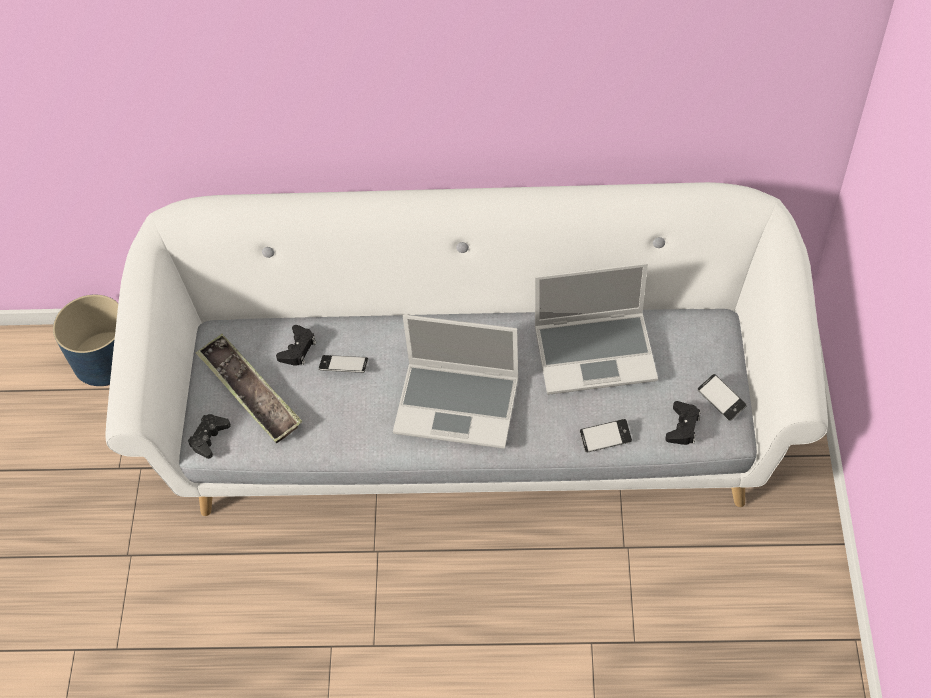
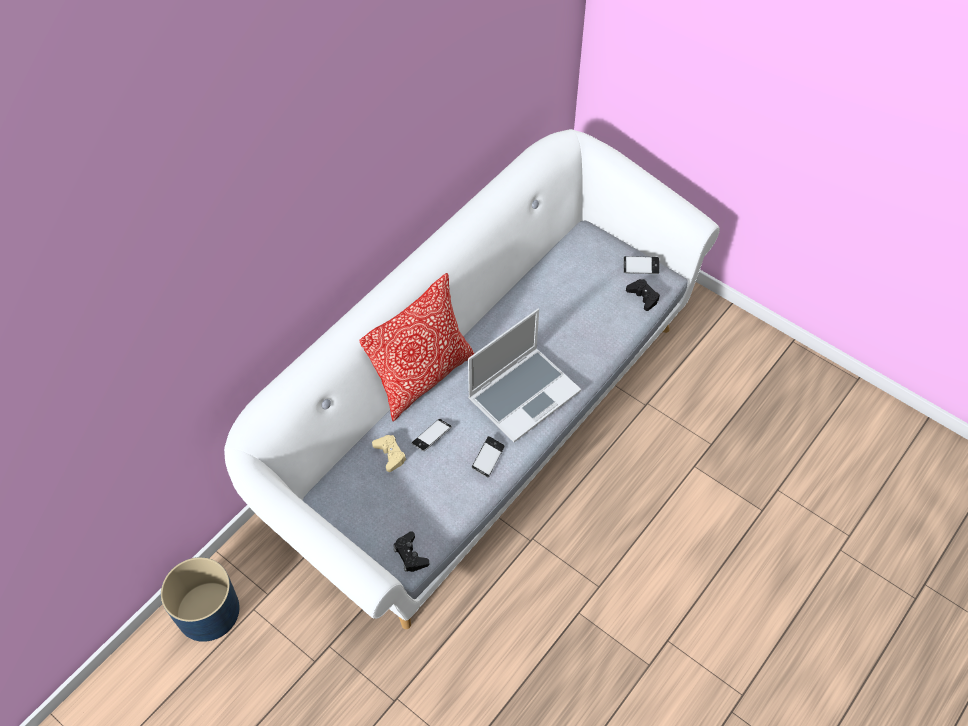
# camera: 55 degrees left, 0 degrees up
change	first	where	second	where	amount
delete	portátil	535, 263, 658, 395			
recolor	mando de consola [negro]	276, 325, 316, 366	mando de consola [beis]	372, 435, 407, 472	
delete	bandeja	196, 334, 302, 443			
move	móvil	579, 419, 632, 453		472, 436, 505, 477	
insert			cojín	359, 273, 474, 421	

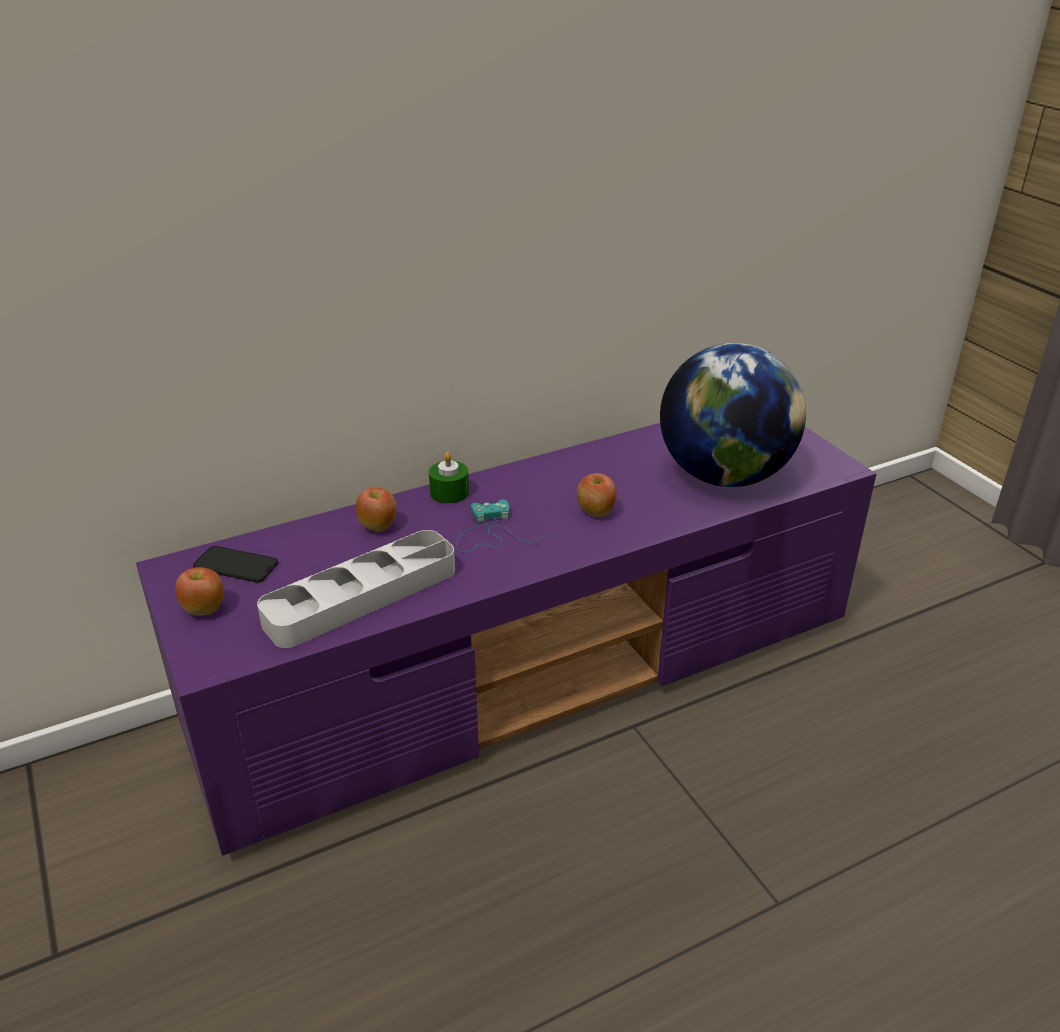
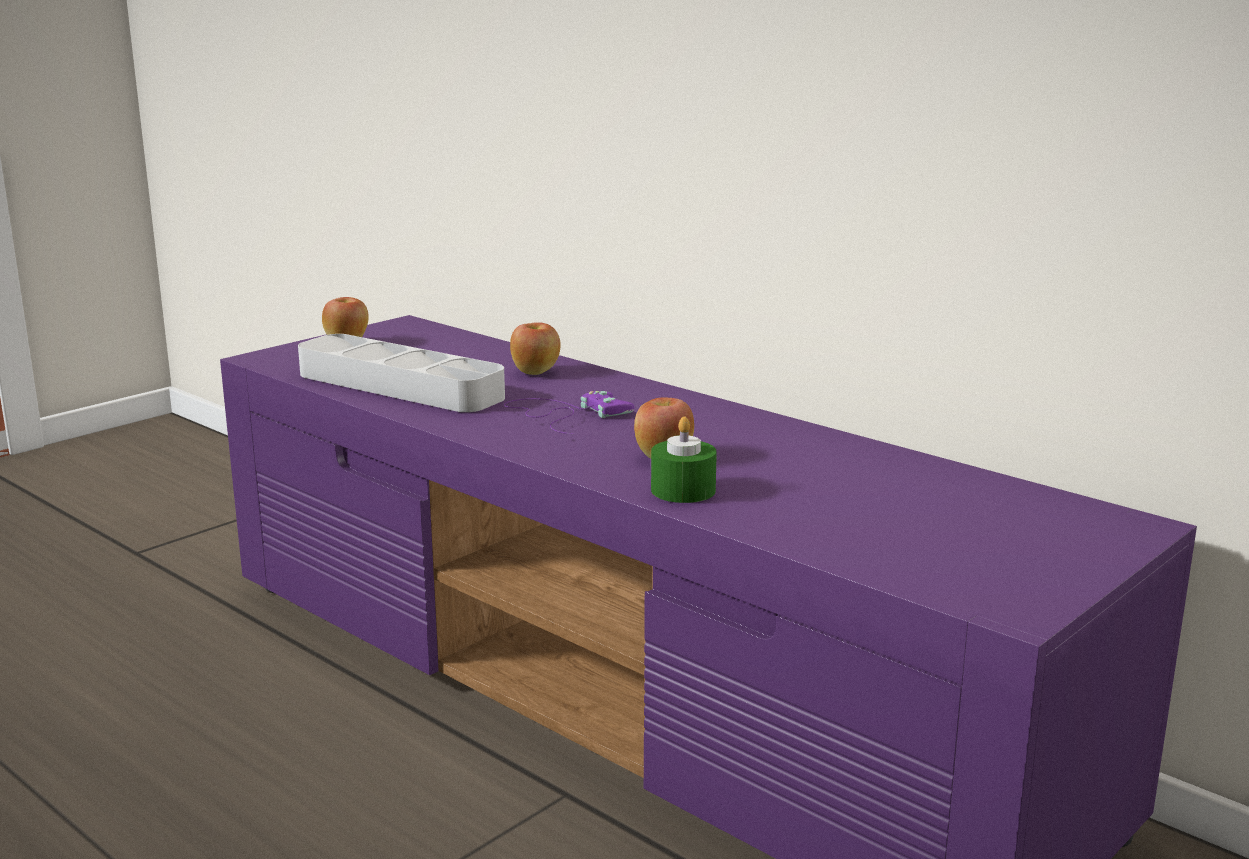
# camera: 70 degrees right, 15 degrees down
change	first	where	second	where	amount
delete	globo terráqueo	660, 343, 806, 487			
move	vela [verde]	429, 452, 469, 504		651, 417, 717, 503	
recolor	mando de consola [turquesa]	456, 499, 547, 552	mando de consola [morado]	504, 391, 634, 434	
delete	móvil	193, 546, 278, 582			

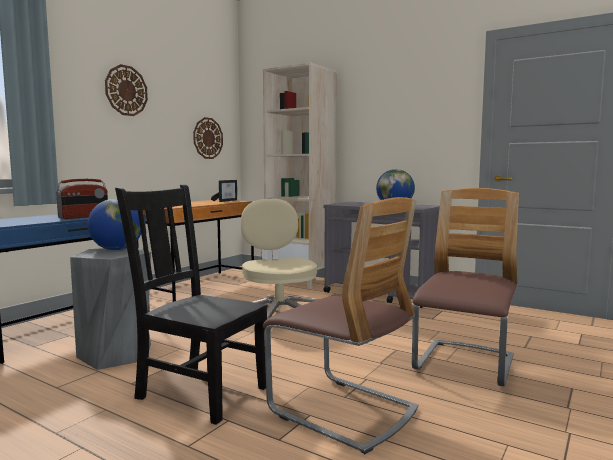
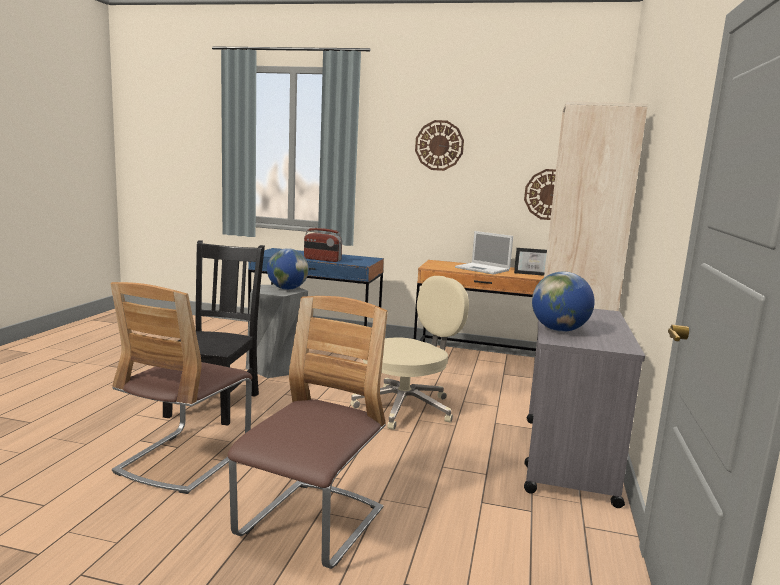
# camera: 70 degrees right, 5 degrees up
change	first	where	second	where	amount
rotate	silla	412, 188, 519, 387		227, 296, 388, 569	75 degrees counterclockwise
insert			portátil	455, 231, 513, 275	

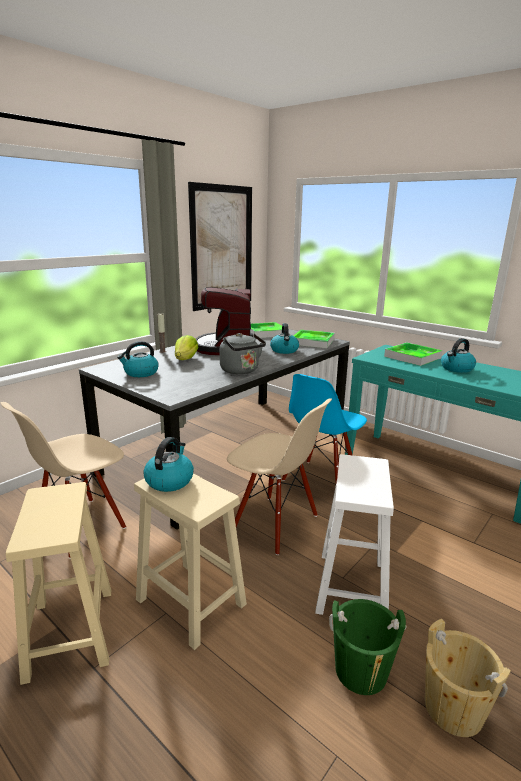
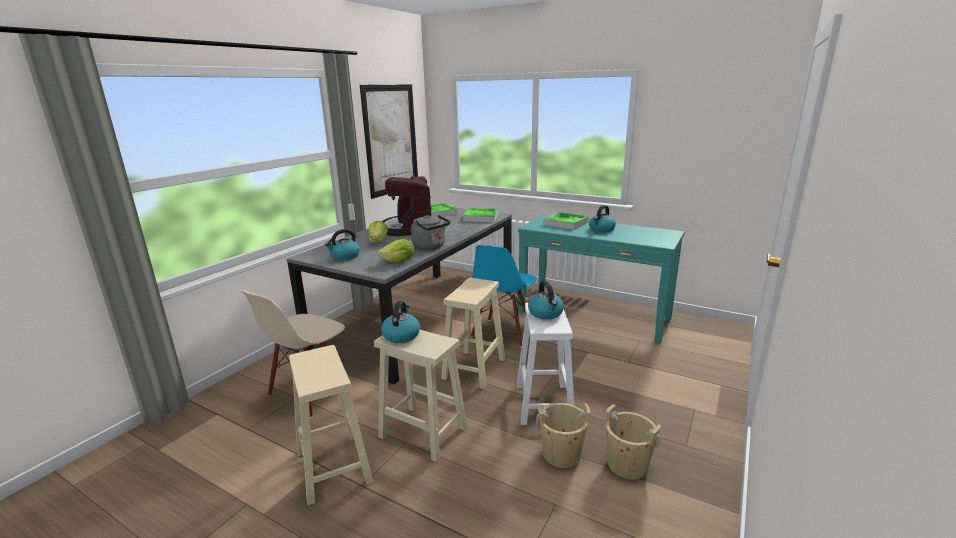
# camera: 10 degrees left, 0 degrees up
change	first	where	second	where	amount
move	hervidor	270, 323, 299, 354		528, 281, 564, 319	
replace	silla [beis]	227, 398, 332, 555	taburete [beis]	441, 278, 505, 389	
recolor	cubo [verde]	329, 599, 407, 695	cubo [beis]	536, 403, 591, 468	
insert			lechuga	377, 239, 414, 262	

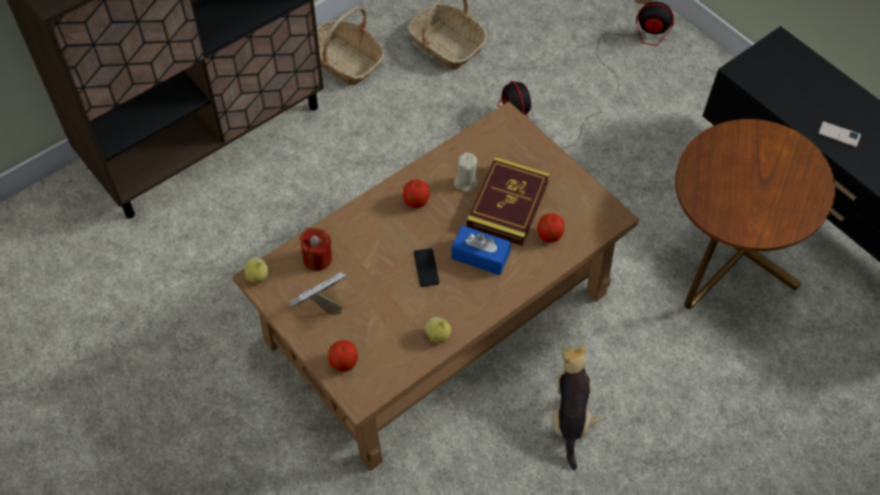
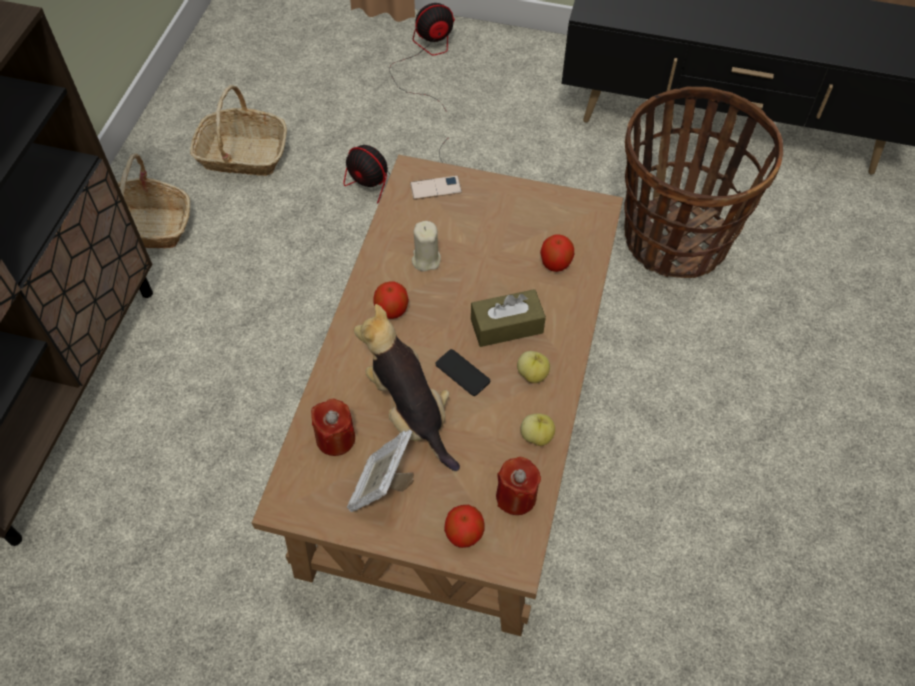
# camera: 35 degrees left, 0 degrees up
change	first	where	second	where	amount
replace	mesa auxiliar [marrón]	675, 119, 835, 309	cesta	624, 87, 783, 278	
move	móvil	818, 121, 861, 147		410, 176, 462, 200	
delete	libro	467, 157, 550, 246			
recolor	caja de pañuelos [azul]	451, 225, 511, 275	caja de pañuelos [marrón]	471, 289, 546, 347	
move	manzana	245, 257, 269, 283		517, 351, 550, 383	
move	peluche	552, 342, 599, 470		354, 304, 460, 471	
insert			vela [rojo]	496, 457, 541, 515	

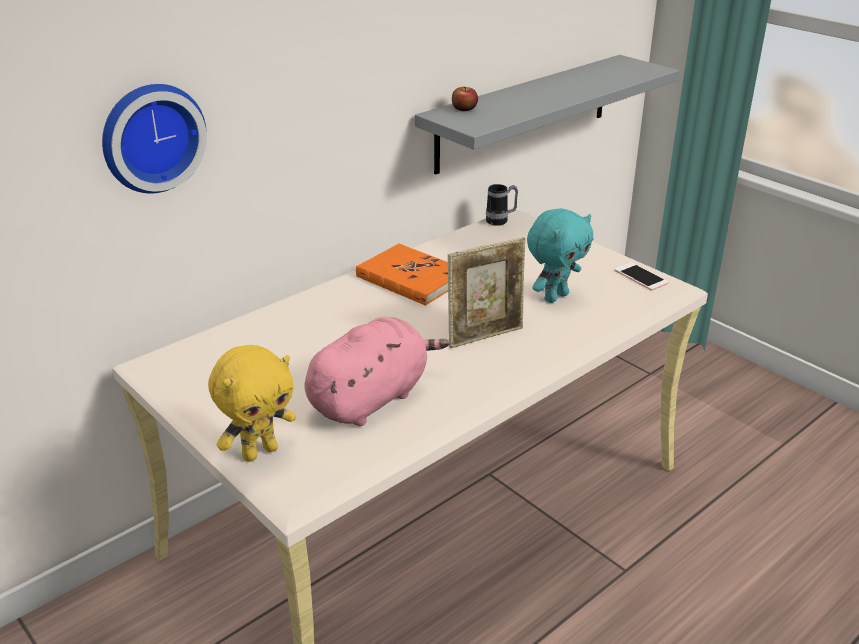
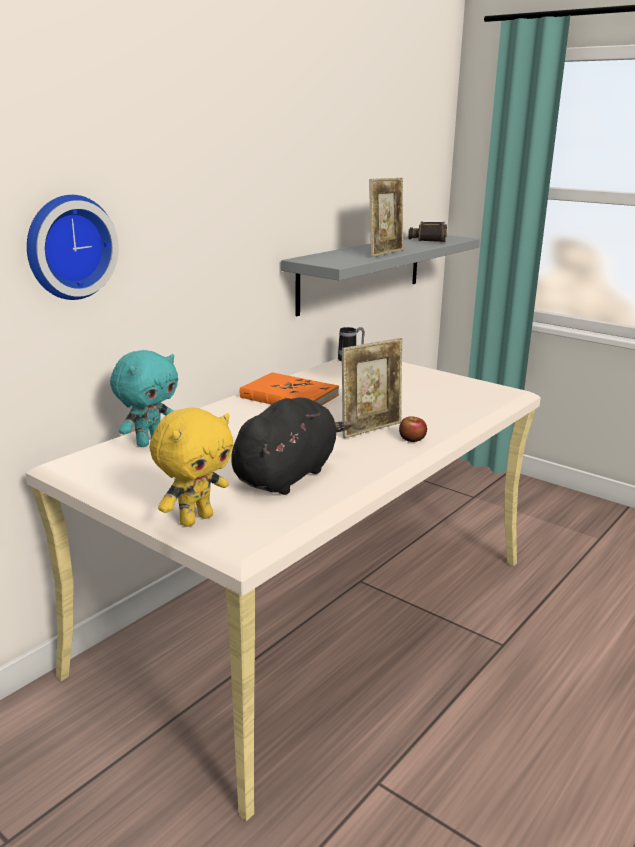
# camera: 10 degrees left, 10 degrees down
change	first	where	second	where	amount
move	manzana	452, 87, 478, 111		399, 416, 427, 442	
move	peluche [turquesa]	527, 208, 593, 303		110, 350, 178, 447	
delete	móvil	614, 262, 668, 291			
recolor	peluche [rosa]	305, 317, 450, 426	peluche [negro]	231, 398, 352, 495	
insert			portarretratos	369, 178, 404, 257	
insert			prismáticos	408, 222, 447, 242	

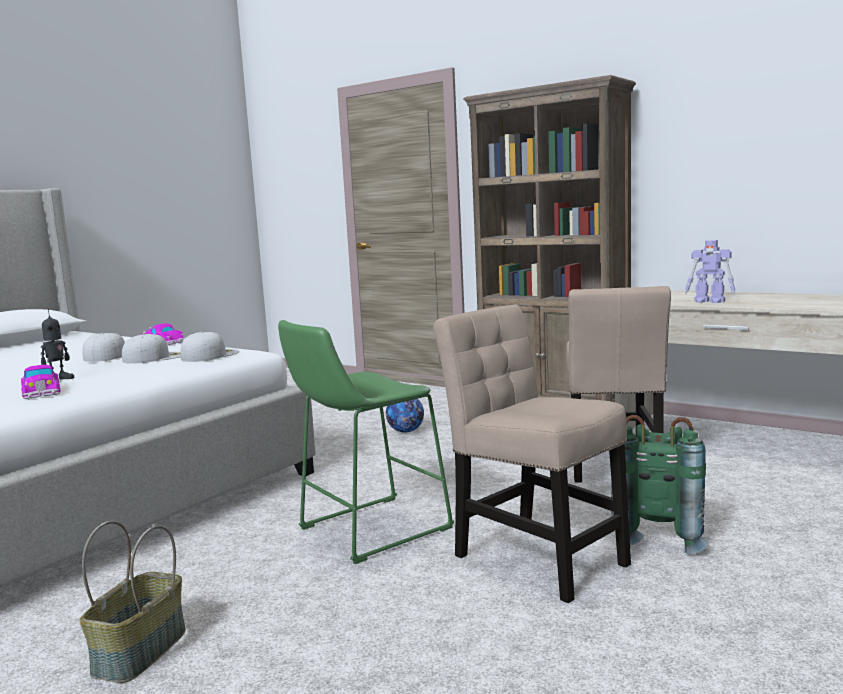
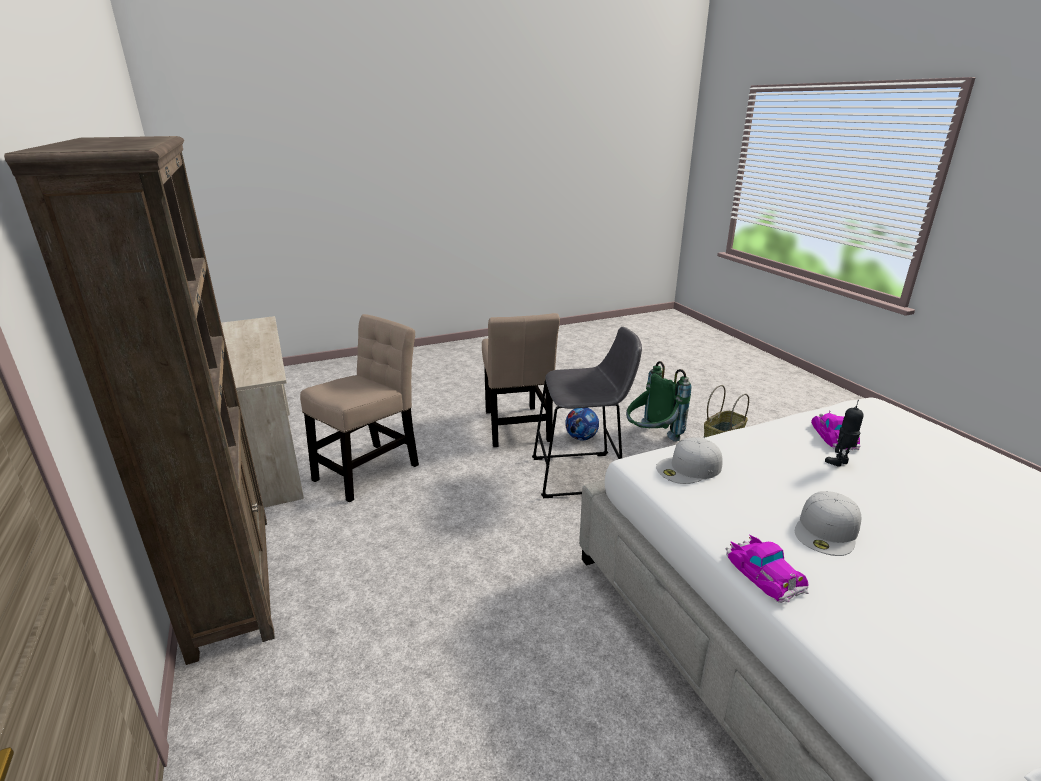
# camera: 150 degrees left, 15 degrees up
change	first	where	second	where	amount
delete	robot de juguete	685, 240, 735, 303			
recolor	taburete [verde]	278, 320, 454, 564	taburete [gris]	532, 327, 642, 498	
delete	gorra [blanco]	122, 334, 180, 364			
move	balón de fútbol	386, 399, 424, 433		565, 408, 599, 440	
move	mochila [verde]	611, 415, 709, 554		626, 361, 691, 442	

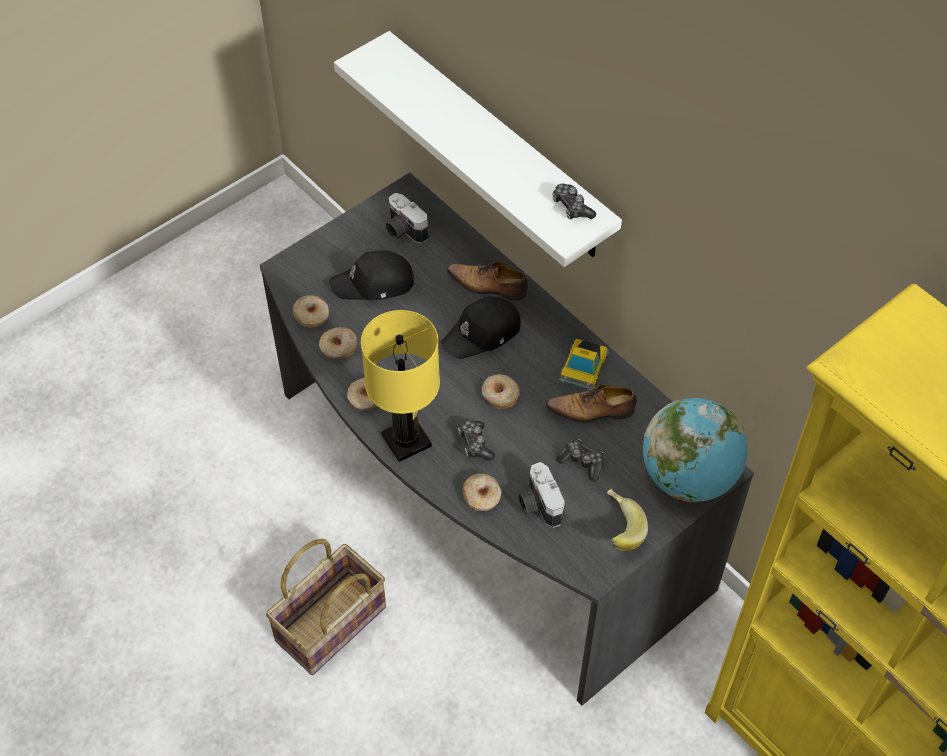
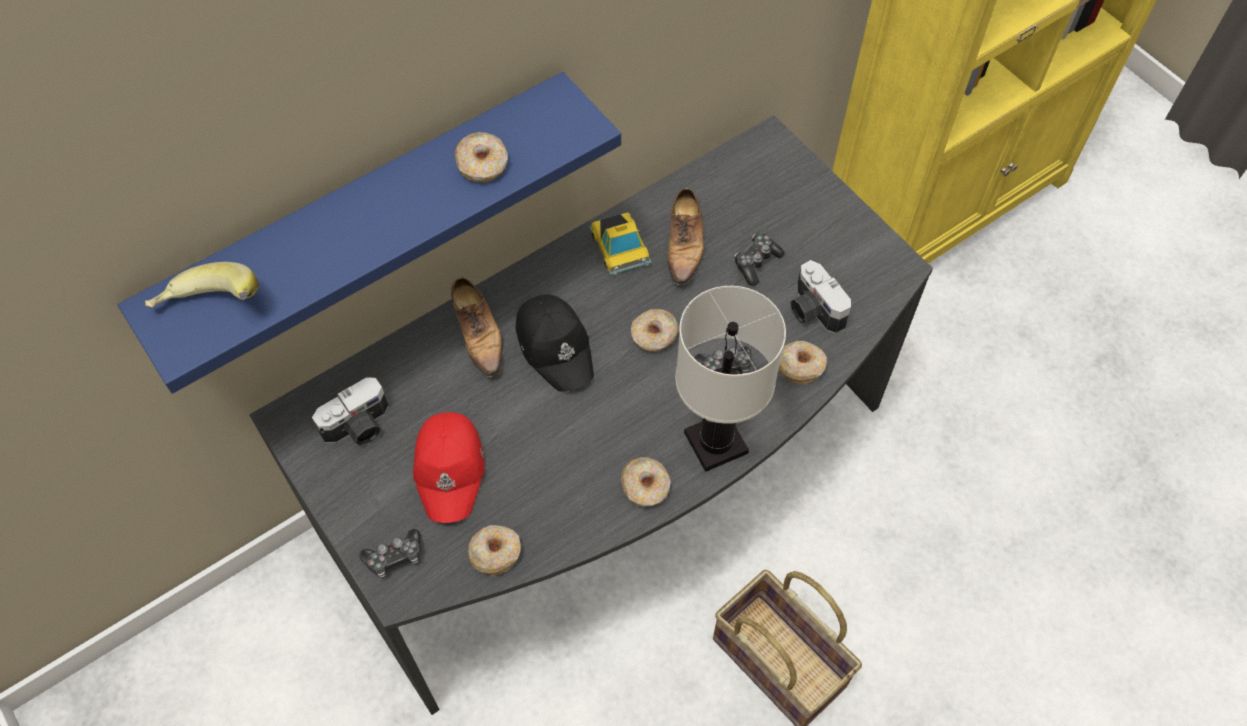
# camera: 85 degrees left, 5 degrees up
change	first	where	second	where	amount
recolor	estante [blanco]	334, 31, 622, 267	estante [azul]	118, 72, 621, 394	
move	mando de consola	552, 184, 596, 219		359, 529, 421, 578	
recolor	gorra [negro]	329, 250, 414, 301	gorra [rojo]	413, 412, 485, 523	
rotate	zapato	447, 261, 528, 301		451, 277, 503, 377	45 degrees counterclockwise
recolor	lámpara de mesa [amarillo]	361, 310, 440, 462	lámpara de mesa [blanco]	675, 286, 786, 472	
move	rosquilla	319, 327, 357, 359		455, 132, 508, 183	
rotate	coche de juguete	558, 339, 609, 390		589, 212, 652, 276	45 degrees clockwise
delete	globo terráqueo	643, 398, 748, 502			
rotate	cámara	518, 462, 565, 528		790, 260, 851, 334	75 degrees clockwise
move	plátano	607, 488, 648, 551		145, 262, 259, 308	

